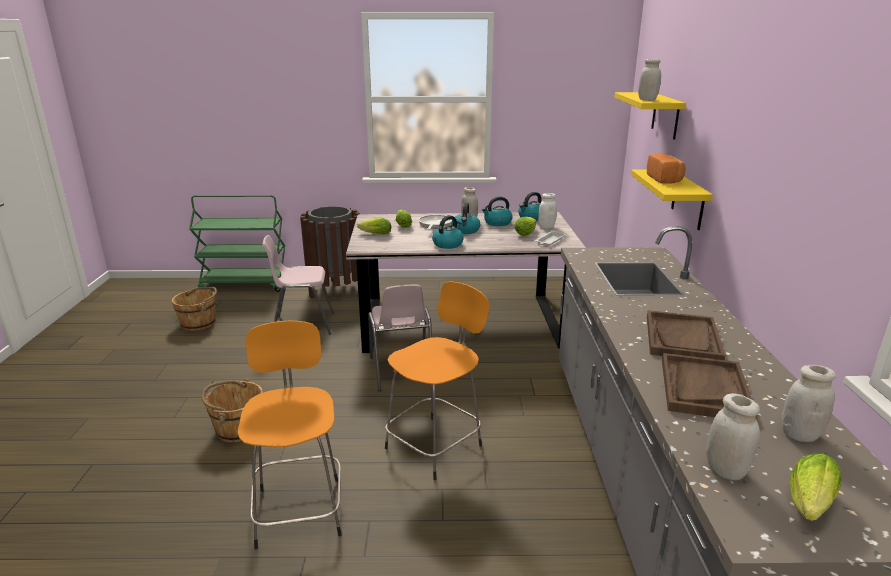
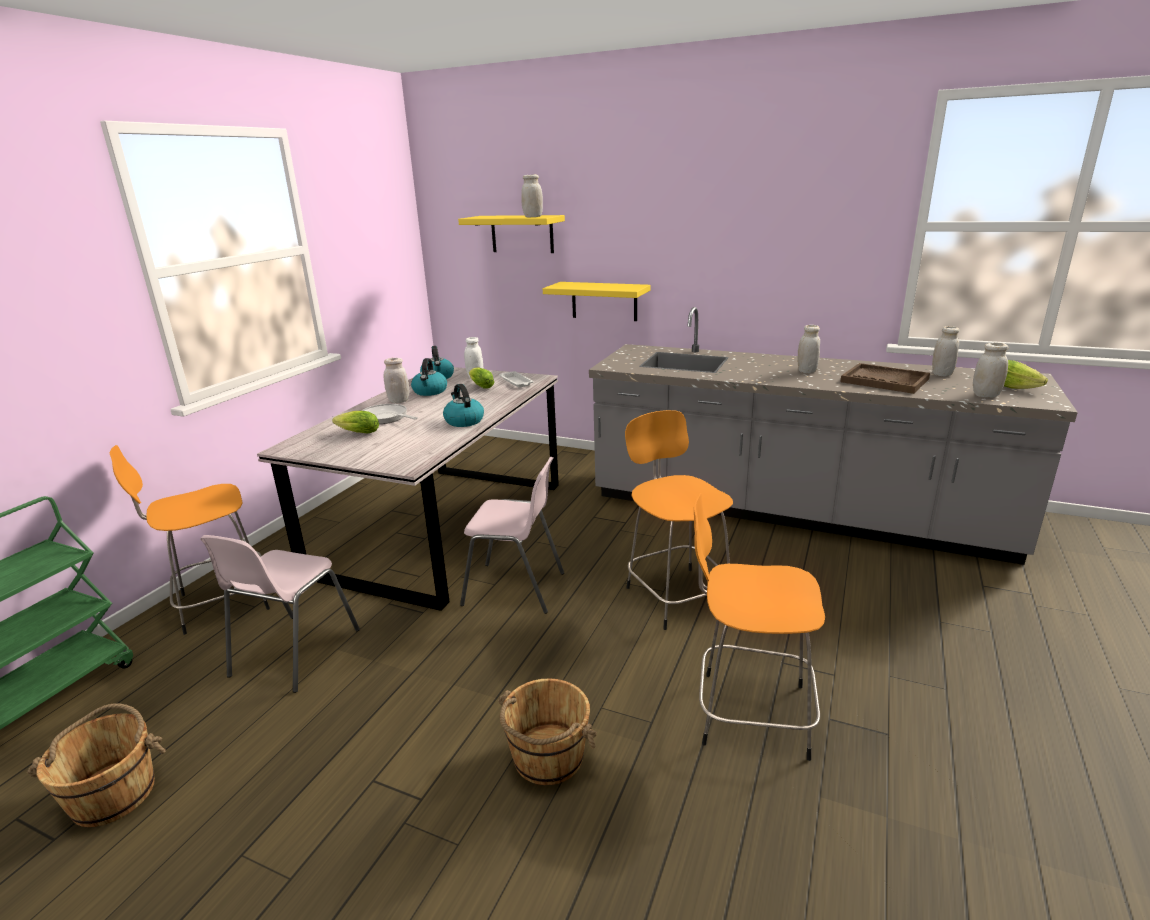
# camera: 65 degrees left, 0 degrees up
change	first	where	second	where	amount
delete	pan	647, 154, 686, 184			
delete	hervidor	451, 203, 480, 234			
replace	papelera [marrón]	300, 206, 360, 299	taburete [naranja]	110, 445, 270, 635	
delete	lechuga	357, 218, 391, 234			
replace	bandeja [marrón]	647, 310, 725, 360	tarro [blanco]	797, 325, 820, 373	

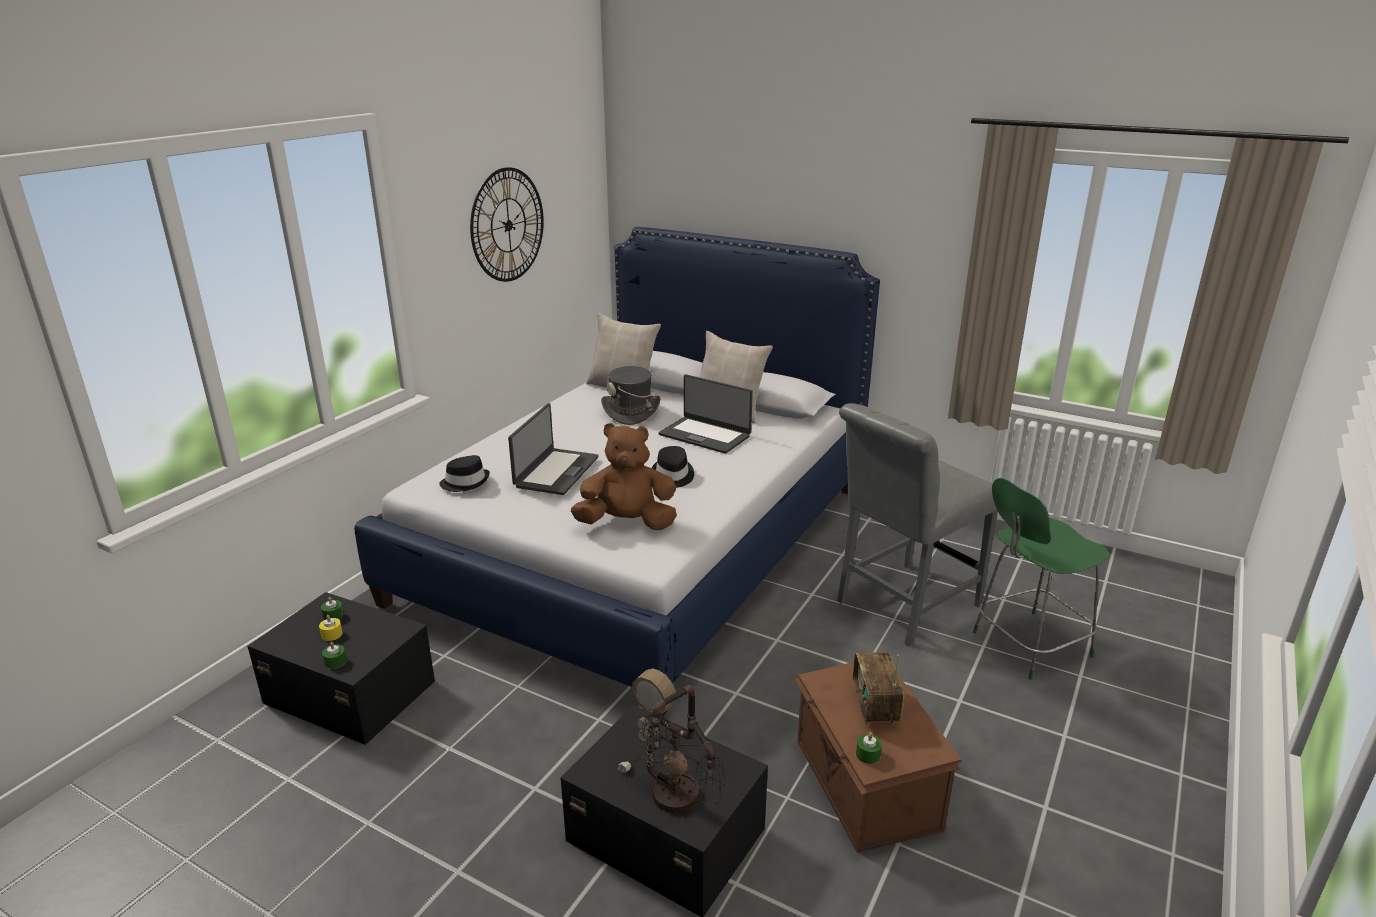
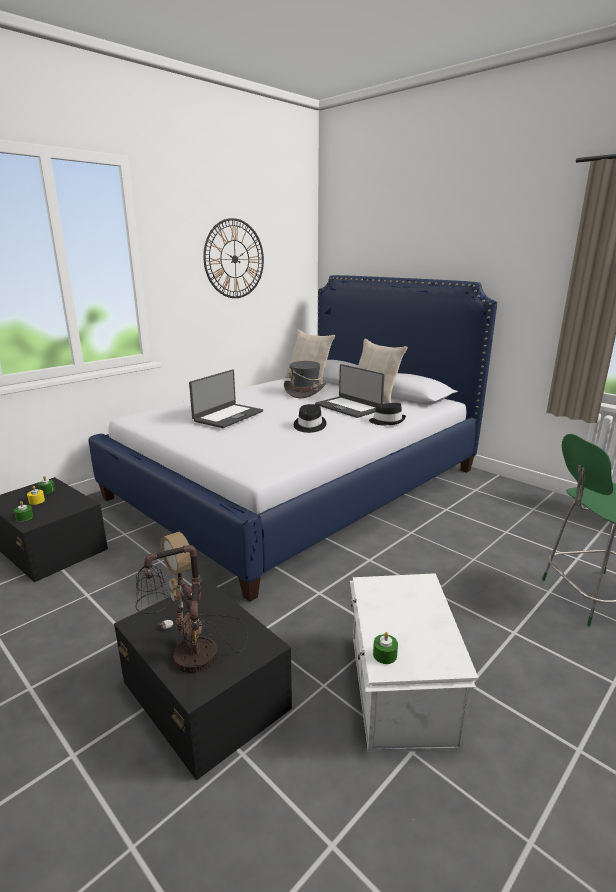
# camera: 15 degrees right, 5 degrees down
change	first	where	second	where	amount
delete	silla [gris]	837, 403, 998, 647			
delete	peluche [marrón]	571, 423, 677, 530			
move	sombrero [negro]	439, 455, 490, 492		369, 403, 406, 425	
delete	radio	853, 652, 905, 726			
recolor	caja de almacenaje [marrón]	794, 662, 961, 853	caja de almacenaje [blanco]	350, 573, 478, 752	

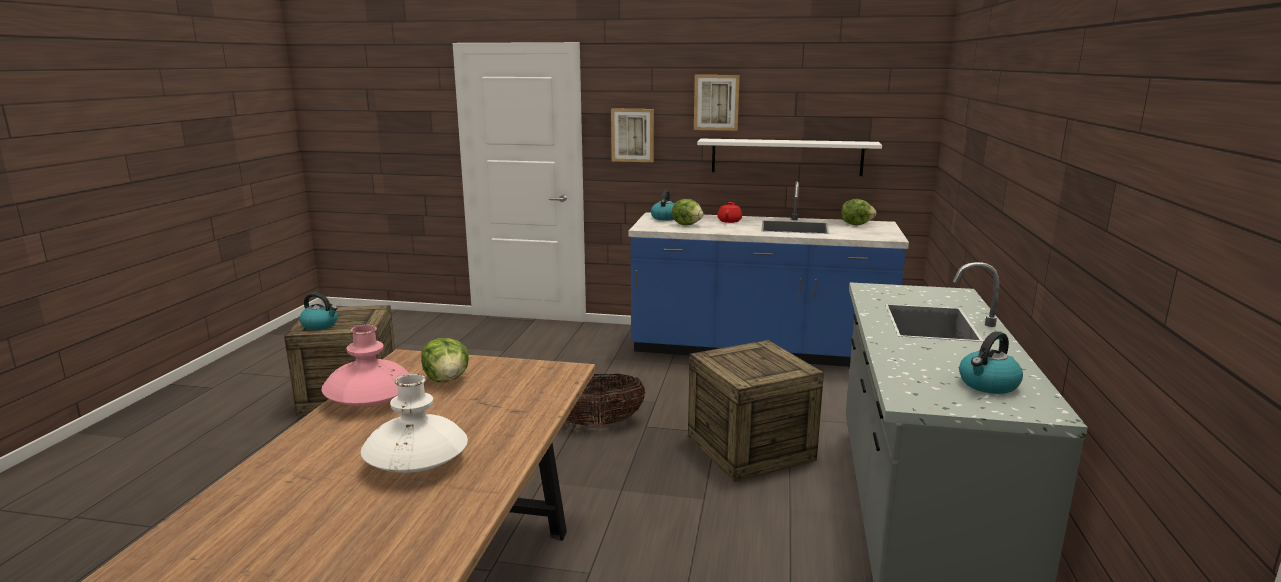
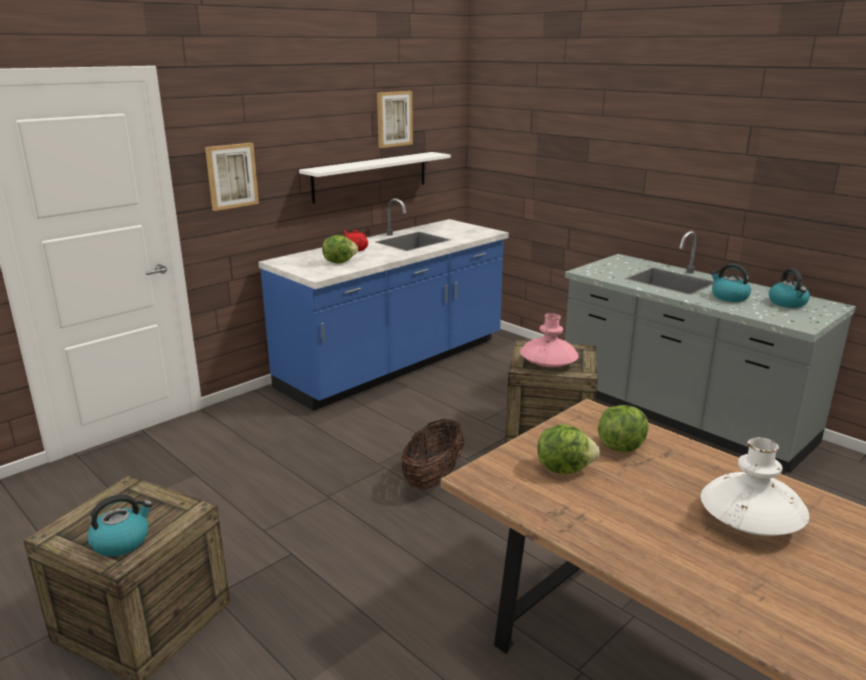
# camera: 55 degrees left, 5 degrees up
change	first	where	second	where	amount
move	cuadro	694, 75, 740, 131		377, 91, 413, 148	
move	hervidor	651, 190, 675, 220		711, 264, 751, 302	
move	lechuga	841, 199, 876, 225		598, 405, 648, 452	
move	florero [rosa]	322, 324, 410, 406		520, 313, 579, 367	

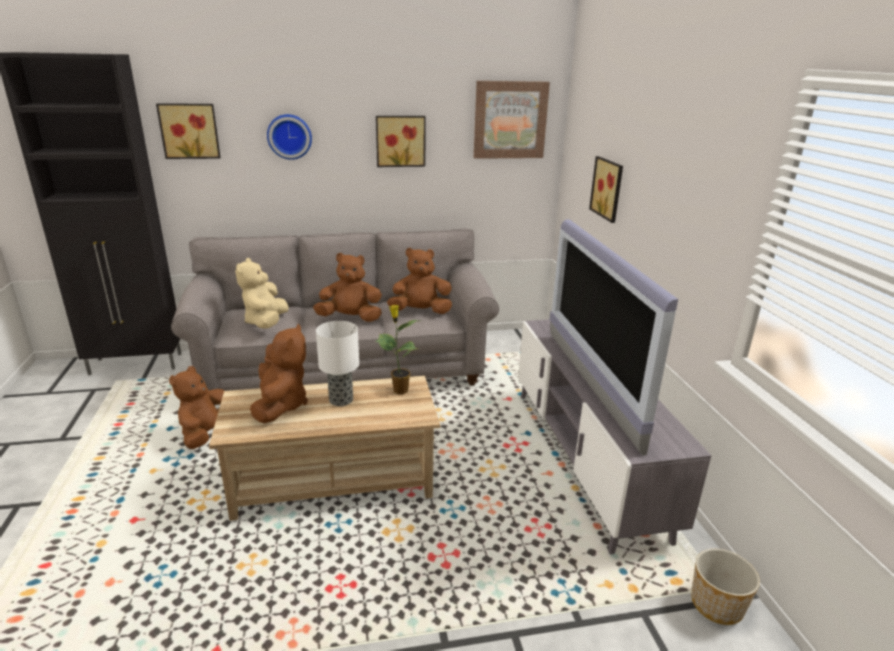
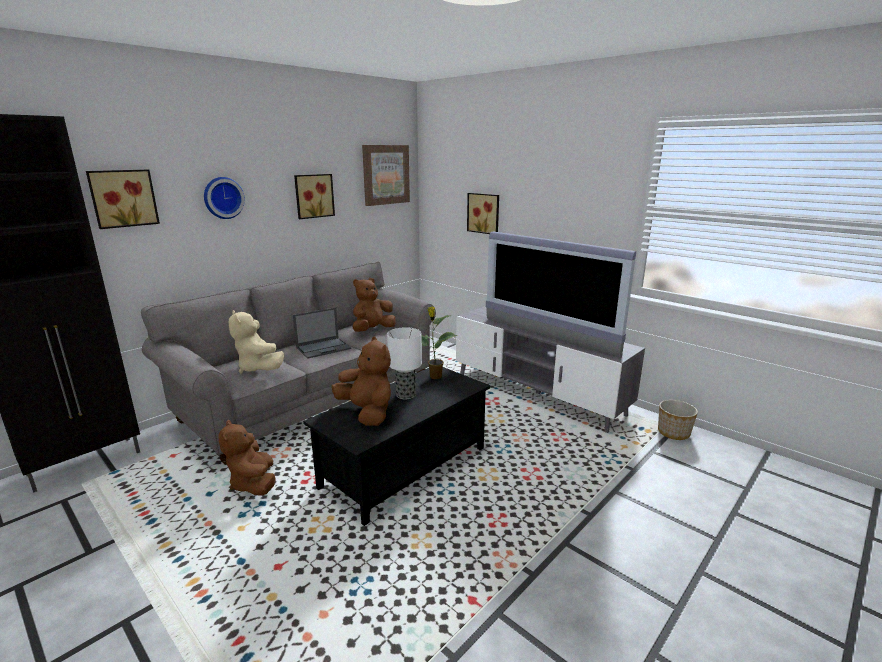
# camera: 35 degrees left, 5 degrees down
change	first	where	second	where	amount
replace	peluche [marrón]	313, 253, 382, 322	portátil	293, 307, 351, 359	
recolor	mesa de centro [beis]	209, 376, 440, 521	mesa de centro [negro]	303, 367, 490, 526	

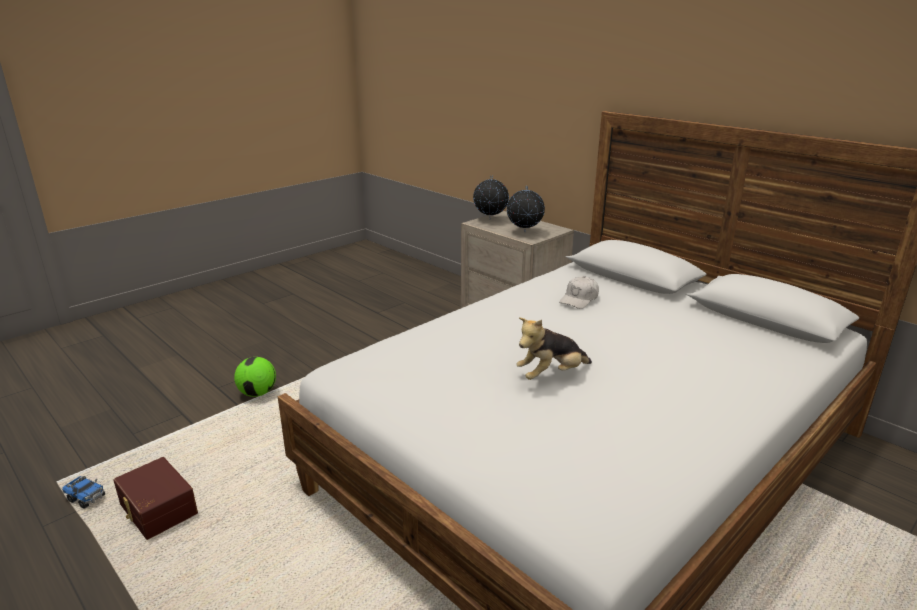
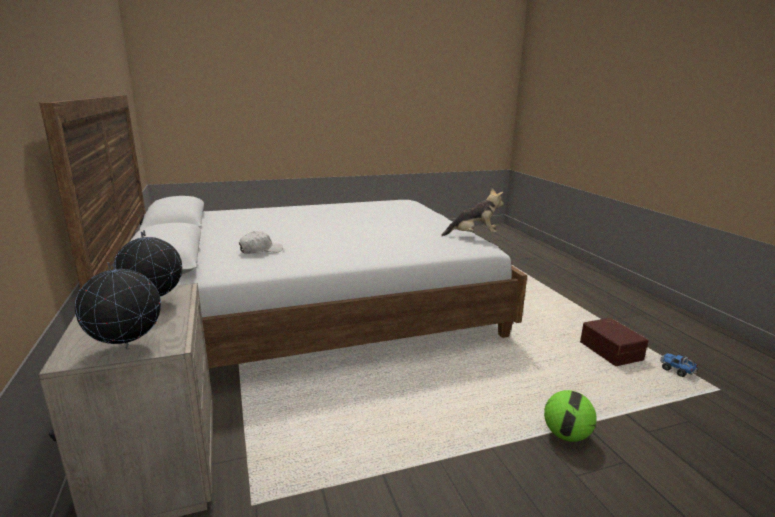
# camera: 155 degrees left, 5 degrees down
change	first	where	second	where	amount
move	peluche	516, 317, 592, 380		441, 188, 504, 236	

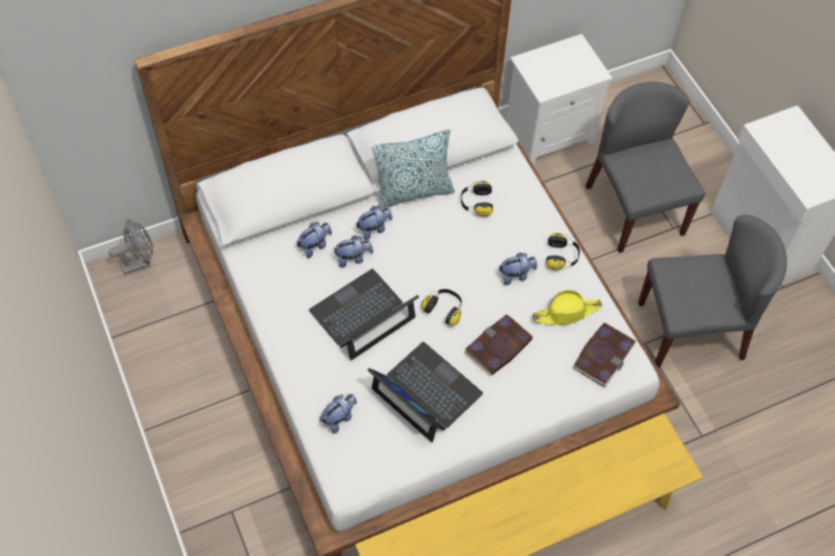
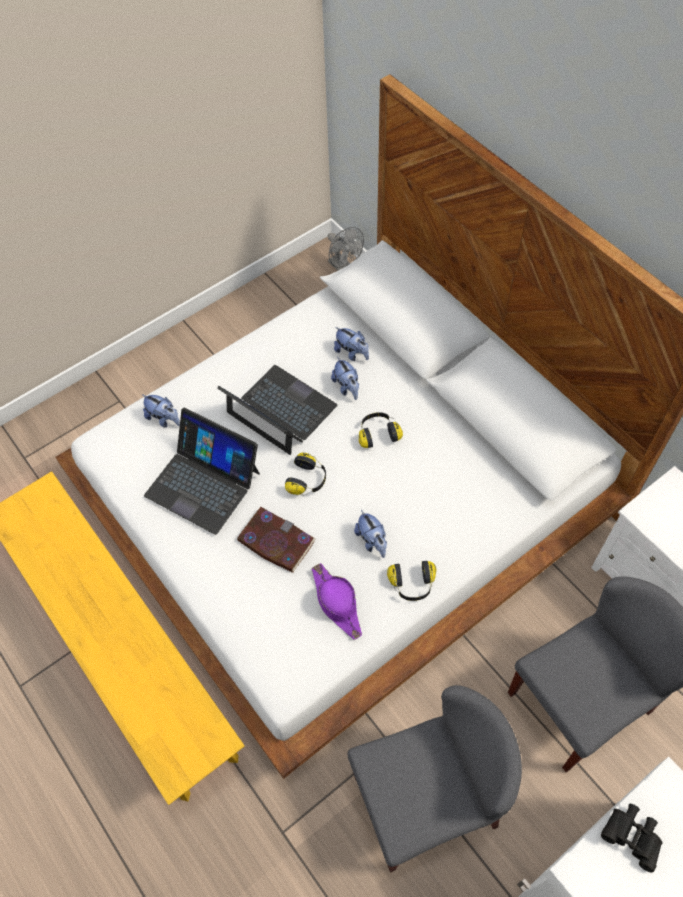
# camera: 80 degrees right, 0 degrees up
change	first	where	second	where	amount
delete	cojín	372, 129, 455, 210			
move	auriculares	461, 181, 493, 217		359, 412, 403, 448	
delete	peluche	356, 206, 392, 240			
rotate	silla [gris]	638, 215, 787, 368		347, 685, 522, 873	90 degrees counterclockwise
recolor	sombrero [amarillo]	532, 290, 602, 325	sombrero [morado]	312, 563, 362, 640	
delete	libro	573, 323, 636, 387			
rotate	portátil	367, 342, 483, 442		144, 407, 260, 535	90 degrees clockwise
insert			prismáticos [negro]	601, 804, 663, 873	

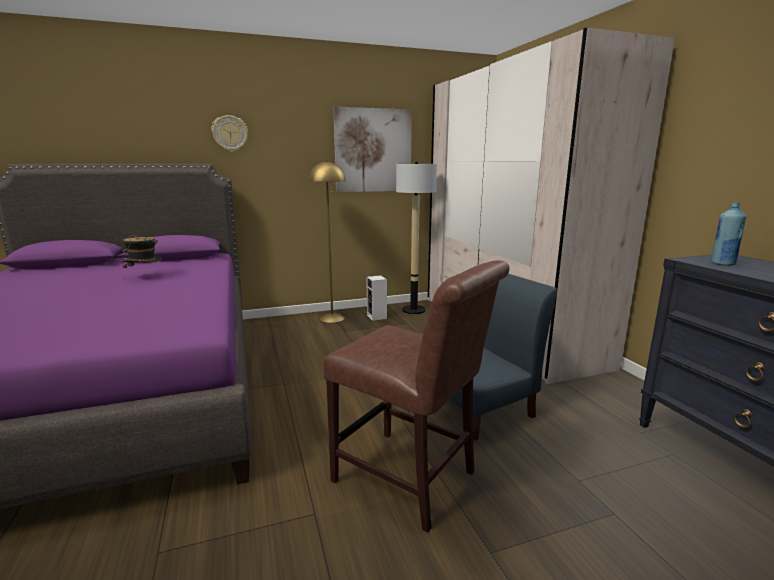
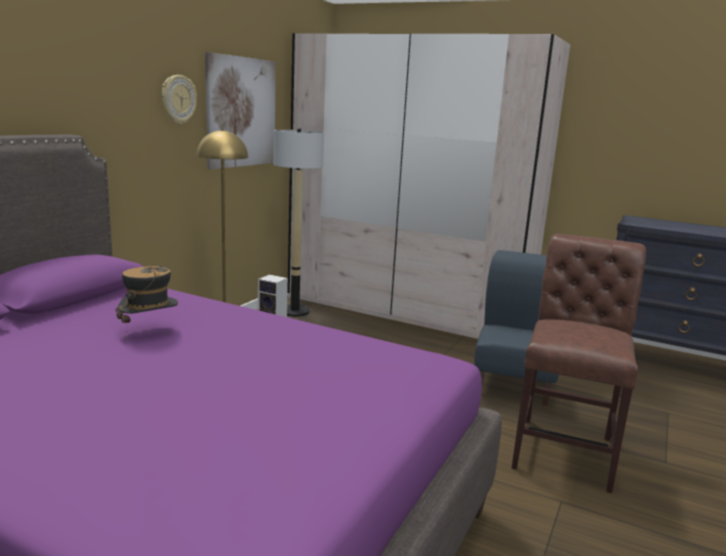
# camera: 45 degrees left, 0 degrees up
change	first	where	second	where	amount
move	reloj de pared	211, 115, 248, 152		161, 75, 197, 124	
delete	botella [azul]	711, 202, 746, 266			
rotate	silla [marrón]	324, 260, 509, 532		512, 234, 646, 493	60 degrees counterclockwise

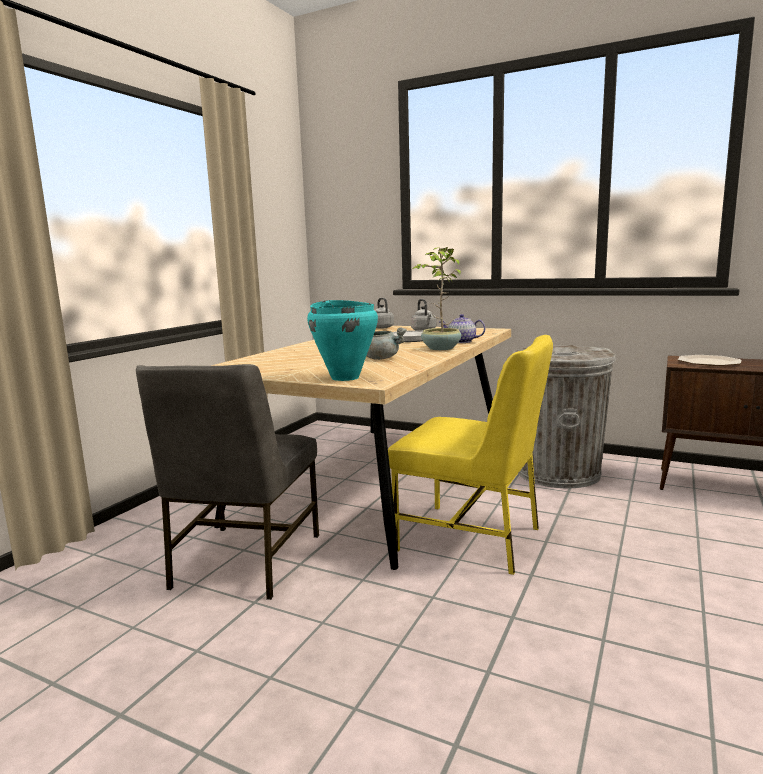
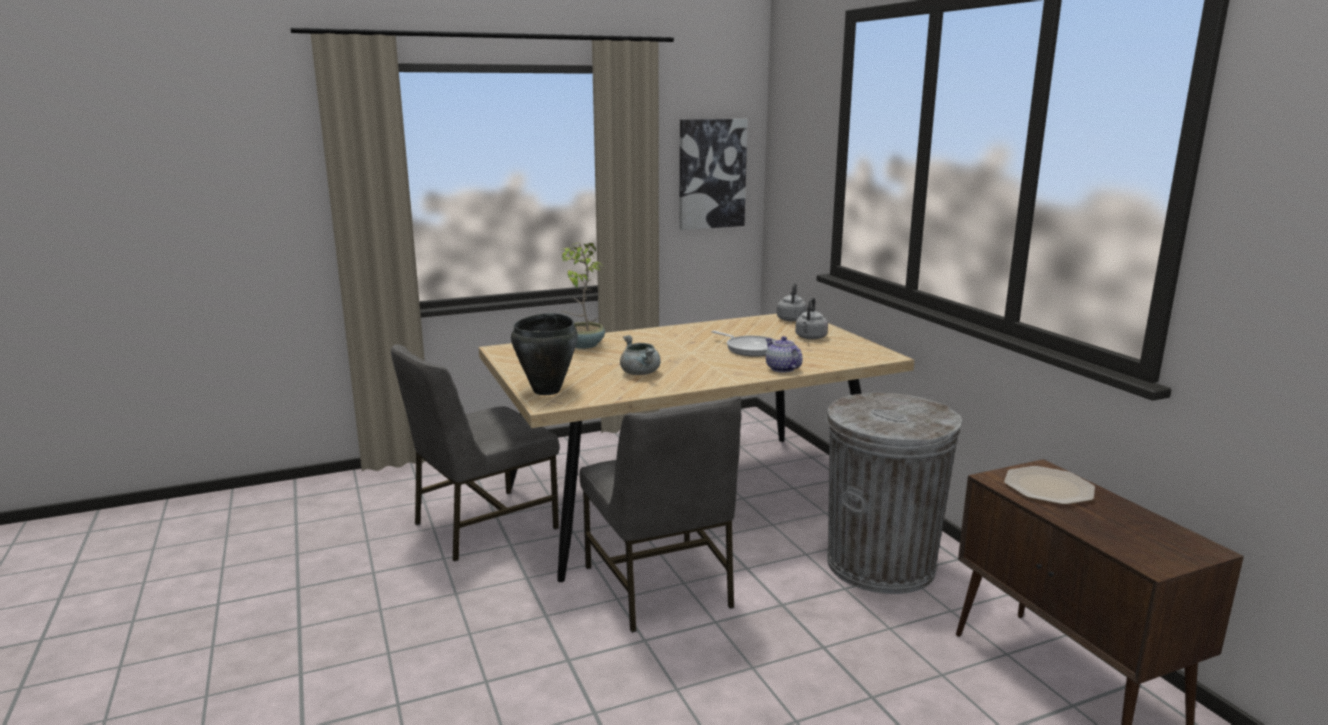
# camera: 40 degrees right, 5 degrees up
change	first	where	second	where	amount
move	planta en maceta	412, 247, 461, 350		561, 243, 605, 349	
recolor	olla [turquesa]	307, 300, 378, 381	olla [negro]	511, 313, 578, 395	
recolor	silla [amarillo]	388, 335, 553, 575	silla [gris]	580, 396, 741, 633	
insert			cuadro	679, 119, 748, 230	

